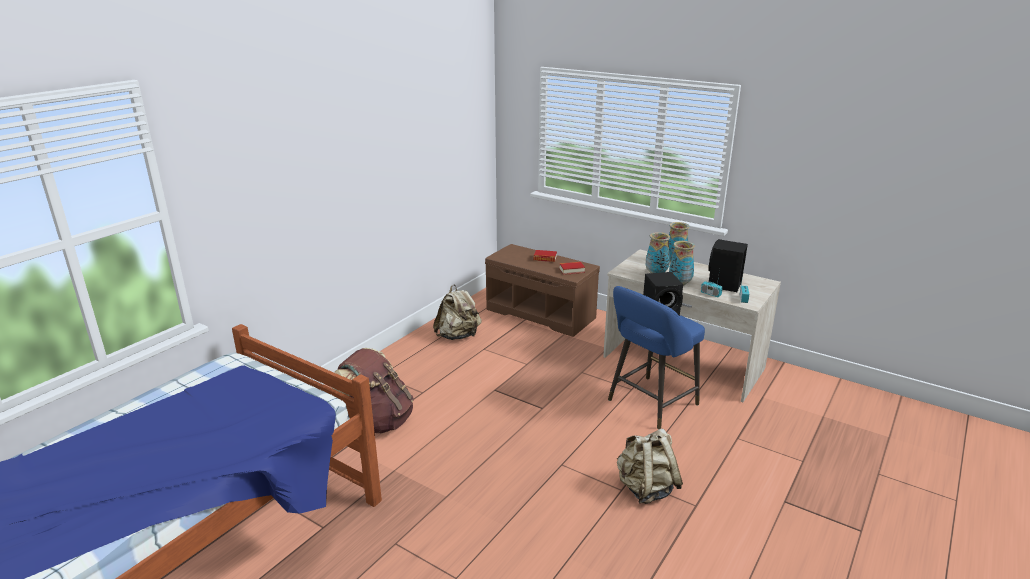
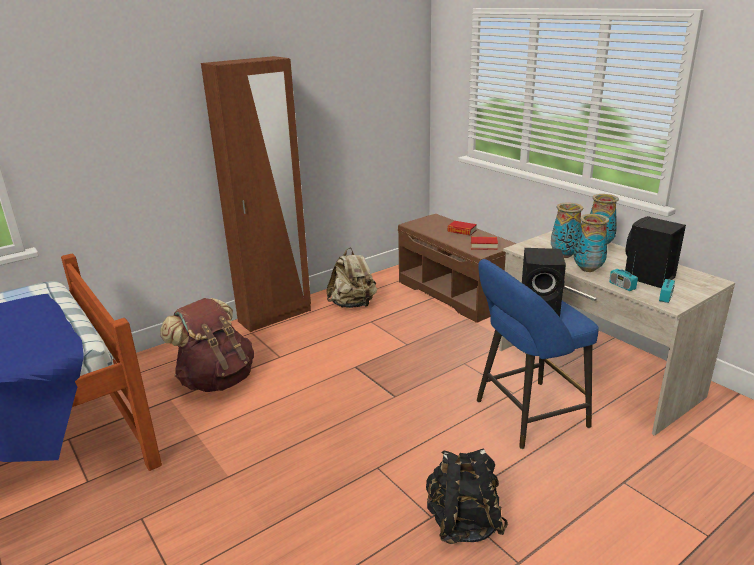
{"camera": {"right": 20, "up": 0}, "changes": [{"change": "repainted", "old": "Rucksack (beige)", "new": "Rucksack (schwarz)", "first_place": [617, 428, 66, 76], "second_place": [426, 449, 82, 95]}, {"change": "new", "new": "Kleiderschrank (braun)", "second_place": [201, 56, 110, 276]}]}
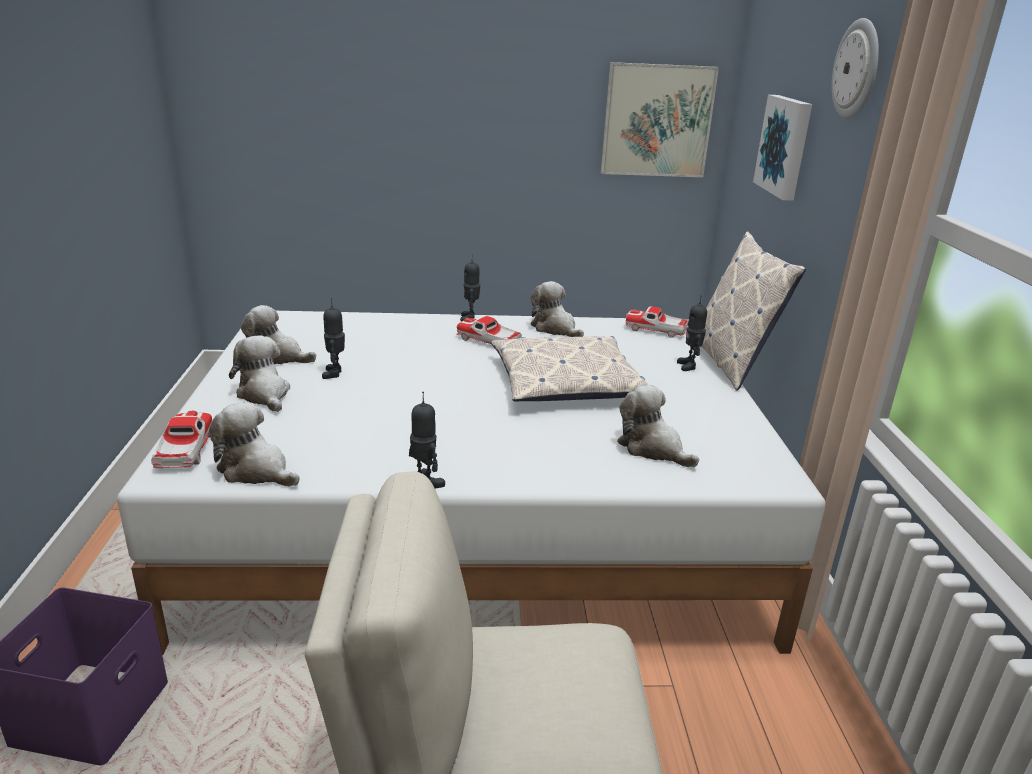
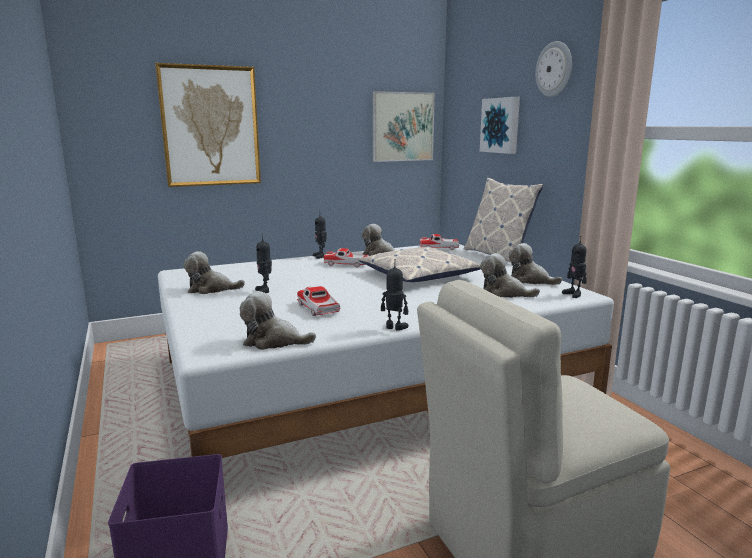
{"camera": {"right": -20, "up": -10}, "changes": [{"change": "shifted", "old": "Spielzeugauto", "first_place": [151, 411, 62, 57], "second_place": [297, 286, 43, 30]}, {"change": "shifted", "old": "Plüschtier", "first_place": [229, 335, 61, 77], "second_place": [509, 243, 53, 42]}, {"change": "shifted", "old": "Spielzeugroboter", "first_place": [677, 295, 30, 76], "second_place": [562, 236, 25, 62]}, {"change": "new", "new": "Bild", "second_place": [155, 63, 106, 124]}]}
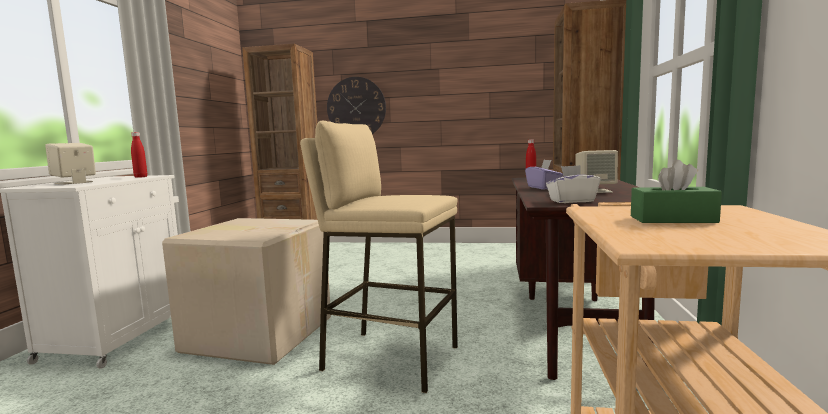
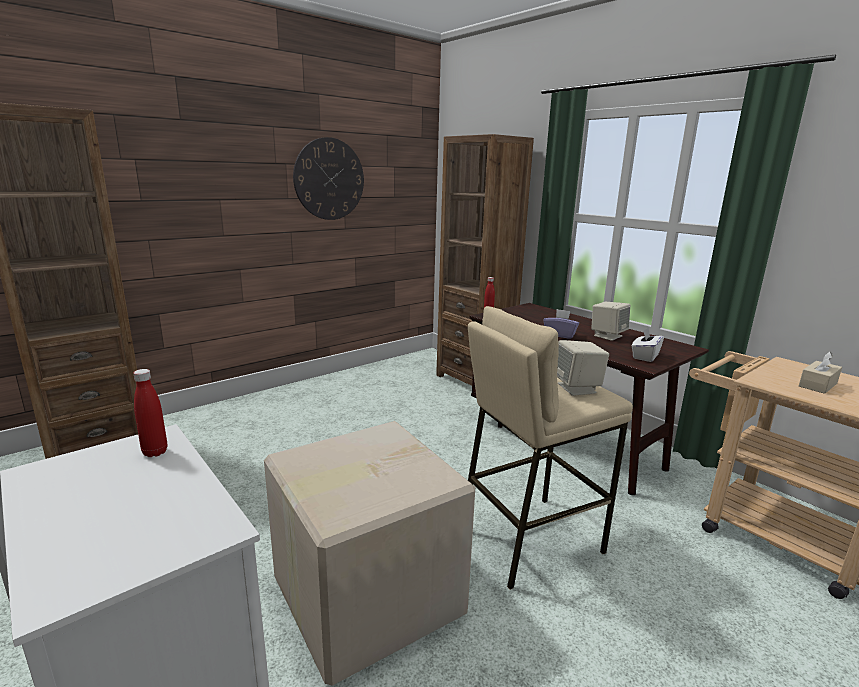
{"camera": {"right": -50, "up": 10}, "changes": [{"change": "shifted", "old": "Lautsprecher (beige)", "first_place": [45, 143, 51, 42], "second_place": [557, 340, 52, 56]}, {"change": "shifted", "old": "Wanduhr", "first_place": [327, 77, 59, 57], "second_place": [293, 137, 71, 83]}, {"change": "repainted", "old": "Taschentuchbox (grün)", "new": "Taschentuchbox (beige)", "first_place": [631, 159, 91, 64], "second_place": [799, 352, 43, 42]}]}
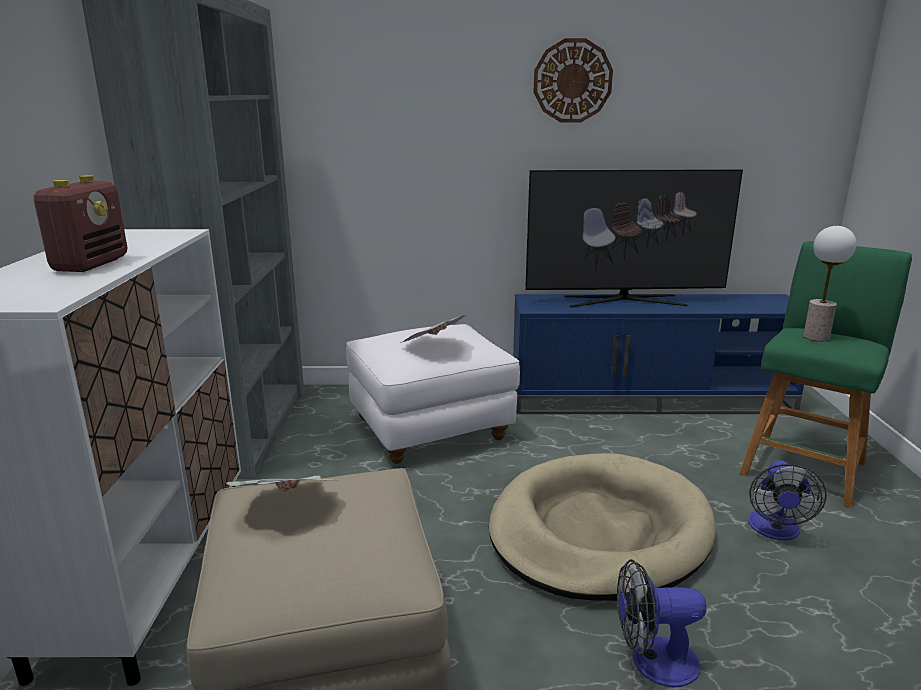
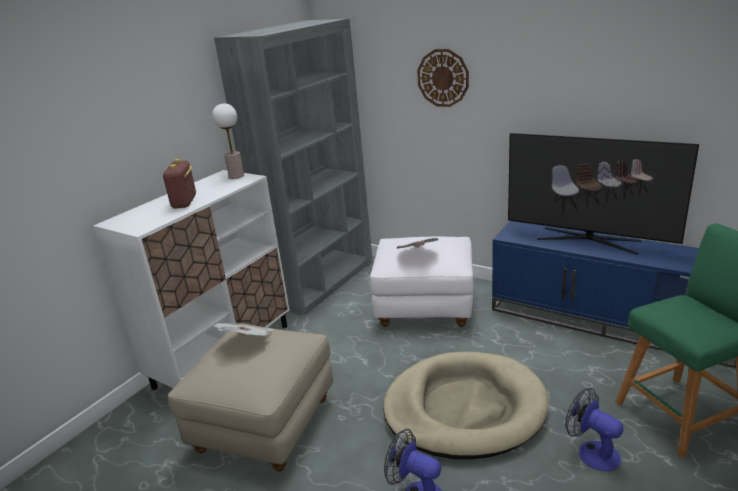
{"camera": {"right": 35, "up": 5}, "changes": [{"change": "rotated", "old": "Radio", "first_place": [34, 175, 93, 97], "second_place": [163, 159, 33, 50], "degrees": 135}, {"change": "shifted", "old": "Wanduhr", "first_place": [533, 38, 80, 84], "second_place": [417, 49, 52, 58]}, {"change": "rotated", "old": "Ventilator", "first_place": [748, 460, 79, 80], "second_place": [565, 388, 59, 83], "degrees": 90}, {"change": "shifted", "old": "Tischlampe", "first_place": [803, 226, 53, 115], "second_place": [212, 103, 32, 76]}]}
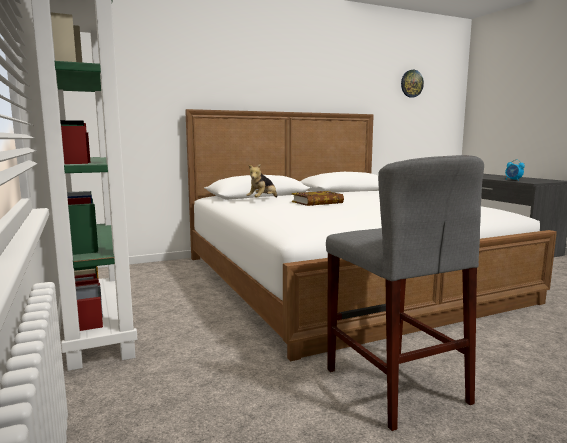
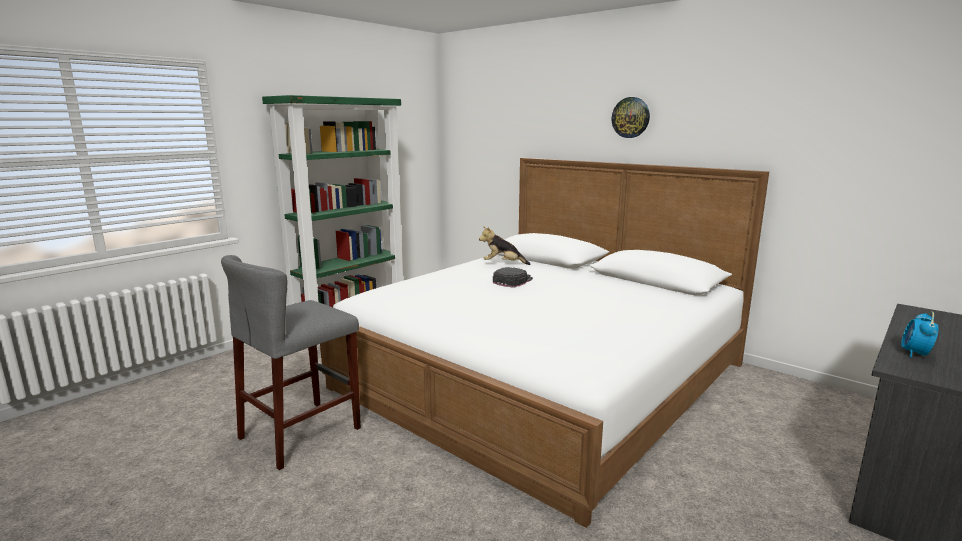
{"camera": {"right": 65, "up": 5}, "changes": [{"change": "swapped", "old": "Buch", "new": "Kappe (schwarz)", "first_place": [292, 191, 52, 15], "second_place": [493, 267, 40, 21]}, {"change": "shifted", "old": "Wanduhr", "first_place": [401, 70, 23, 28], "second_place": [612, 97, 38, 41]}]}
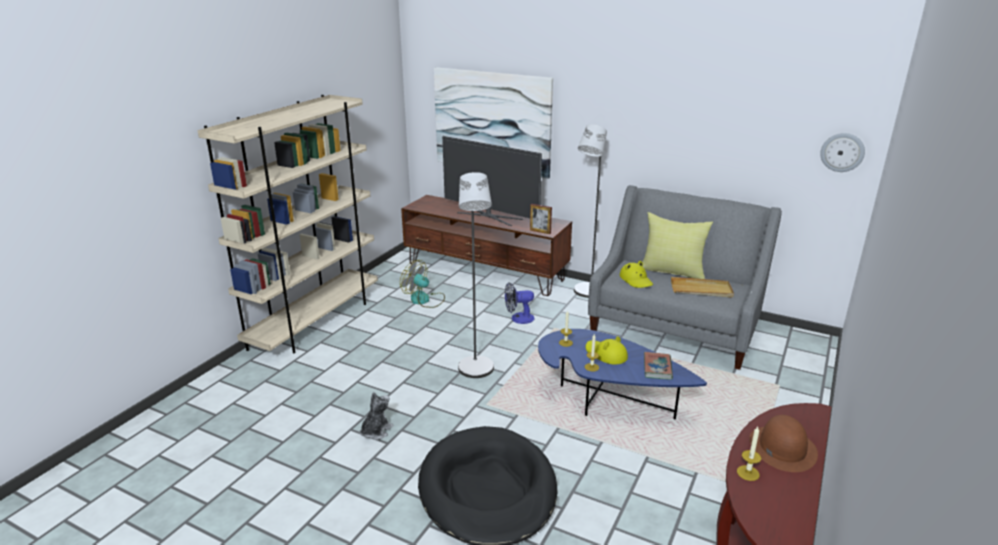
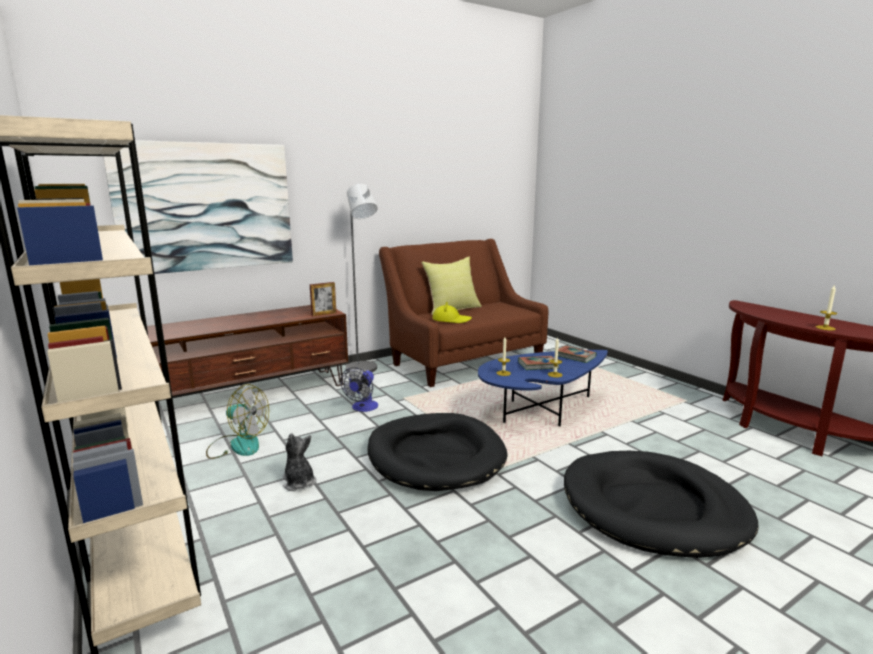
{"camera": {"right": -60, "up": -10}, "changes": [{"change": "shifted", "old": "Plüschtier", "first_place": [360, 392, 34, 48], "second_place": [282, 433, 34, 58]}, {"change": "rotated", "old": "Ventilator", "first_place": [400, 260, 45, 48], "second_place": [206, 384, 63, 75], "degrees": -135}, {"change": "gone", "old": "Fernseher", "first_place": [442, 136, 100, 90]}, {"change": "swapped", "old": "Stehlampe (grau)", "new": "Hundebett (schwarz)", "first_place": [458, 172, 36, 206], "second_place": [367, 413, 141, 78]}, {"change": "swapped", "old": "Hut (gelb)", "new": "Buch", "first_place": [586, 336, 42, 29], "second_place": [518, 356, 42, 14]}, {"change": "repainted", "old": "Sofa (grau)", "new": "Sofa (braun)", "first_place": [588, 185, 194, 185], "second_place": [379, 239, 169, 148]}, {"change": "gone", "old": "Tablett (beige)", "first_place": [671, 277, 63, 21]}, {"change": "gone", "old": "Hut (braun)", "first_place": [749, 415, 69, 57]}, {"change": "gone", "old": "Wanduhr", "first_place": [821, 133, 44, 39]}]}
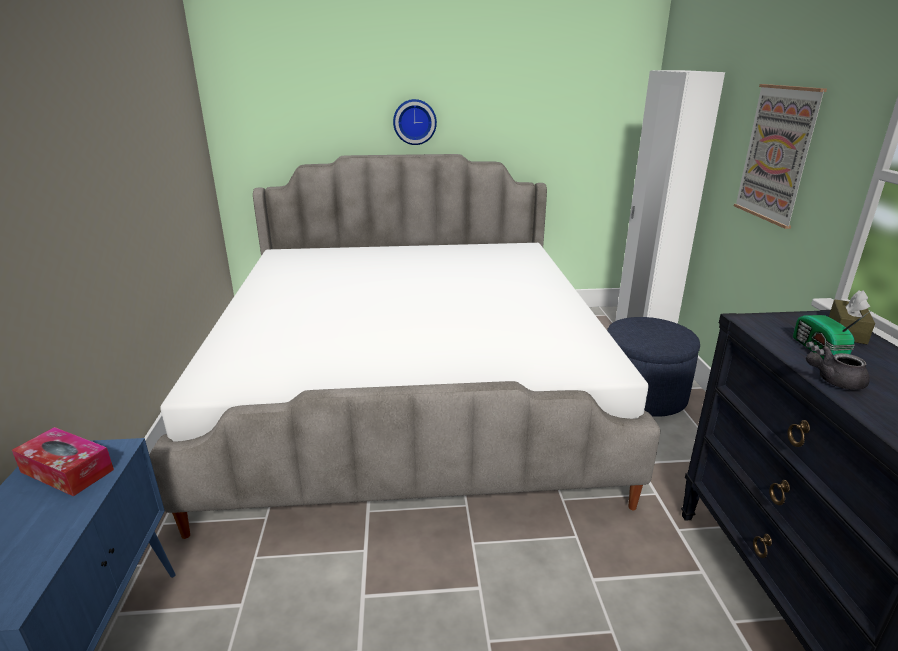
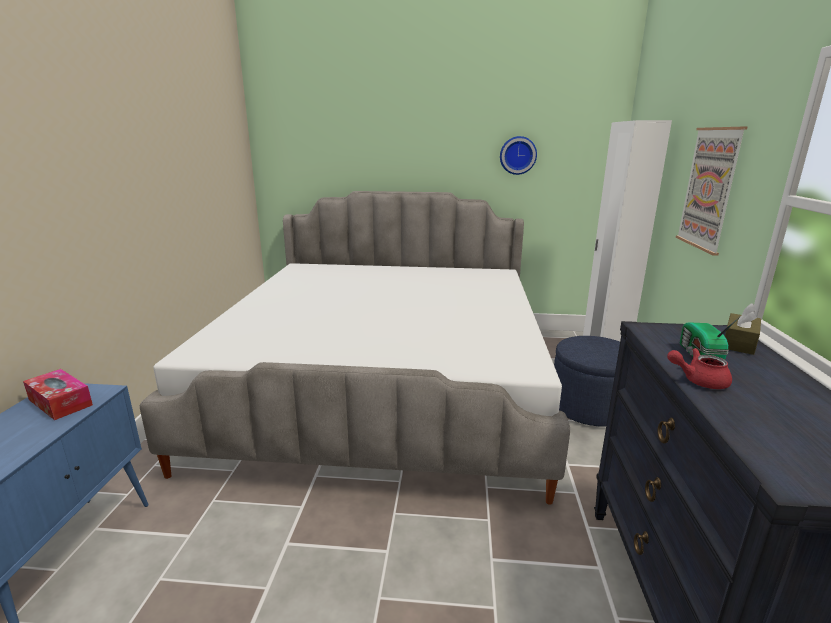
{"camera": {"right": 10, "up": -5}, "changes": [{"change": "shifted", "old": "Wanduhr", "first_place": [393, 99, 44, 46], "second_place": [500, 136, 37, 39]}, {"change": "repainted", "old": "Teekanne (grau)", "new": "Teekanne (rot)", "first_place": [806, 346, 64, 44], "second_place": [667, 348, 65, 41]}]}
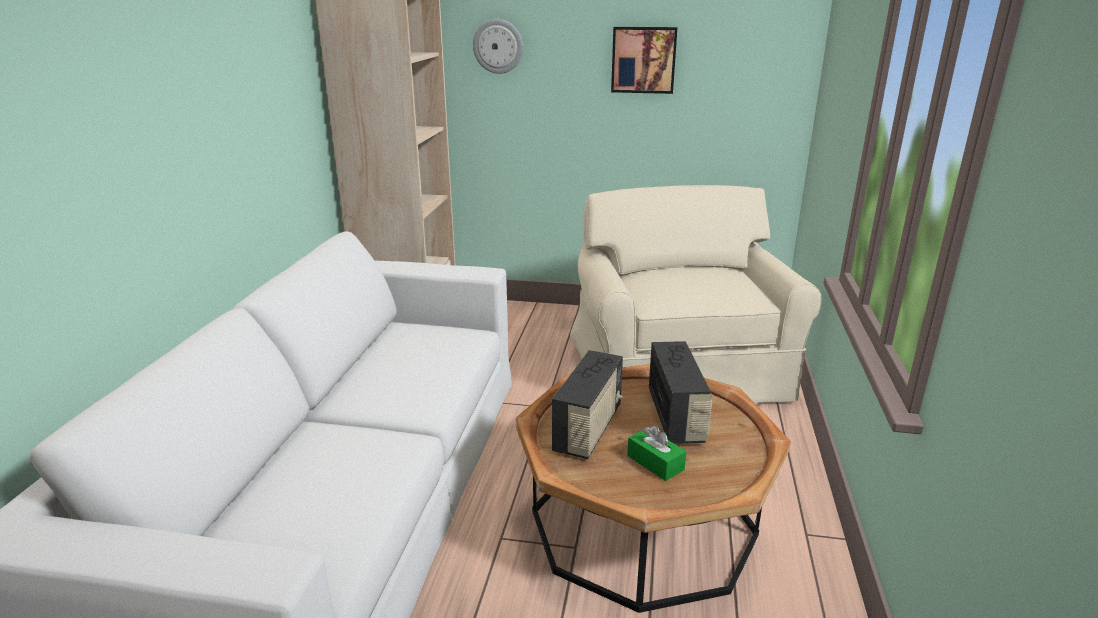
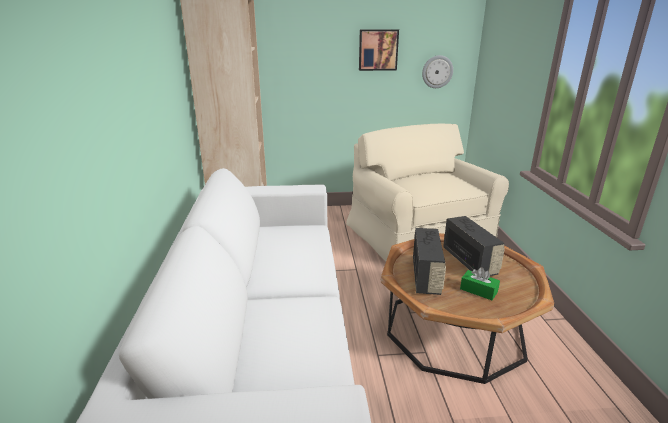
{"camera": {"right": -15, "up": 0}, "changes": [{"change": "shifted", "old": "Wanduhr", "first_place": [473, 19, 50, 55], "second_place": [422, 55, 31, 33]}]}
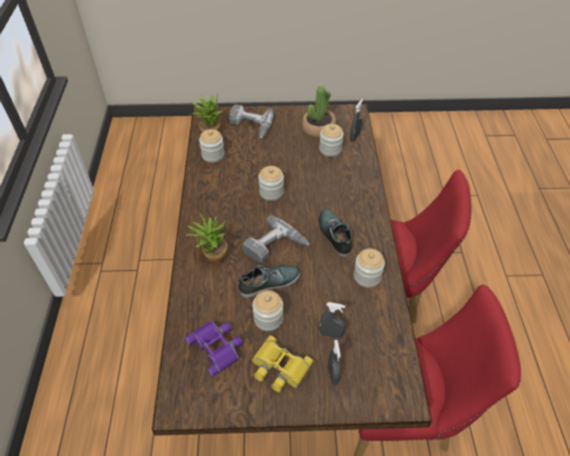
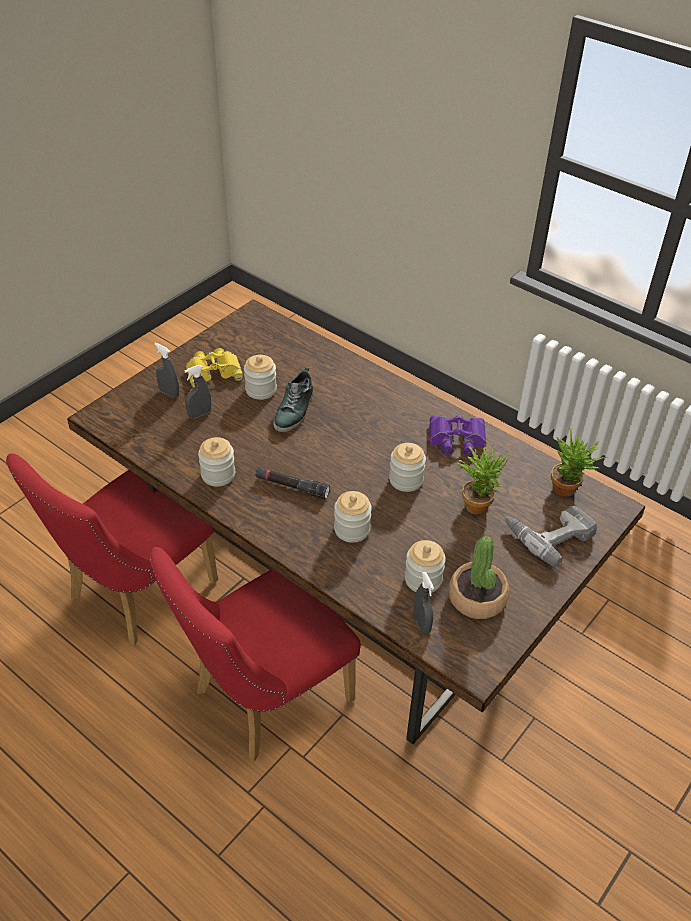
{"camera": {"right": 130, "up": -5}, "changes": [{"change": "shifted", "old": "Fernglas (lila)", "first_place": [185, 321, 58, 56], "second_place": [429, 415, 57, 41]}, {"change": "shifted", "old": "Topfpflanze", "first_place": [186, 213, 41, 51], "second_place": [458, 445, 51, 69]}, {"change": "shifted", "old": "Vorratsglas", "first_place": [199, 129, 25, 34], "second_place": [334, 491, 38, 52]}, {"change": "gone", "old": "Bohrmaschine", "first_place": [242, 215, 67, 48]}, {"change": "swapped", "old": "Schuh", "new": "Taschenlampe (schwarz)", "first_place": [319, 209, 33, 49], "second_place": [255, 467, 75, 32]}]}
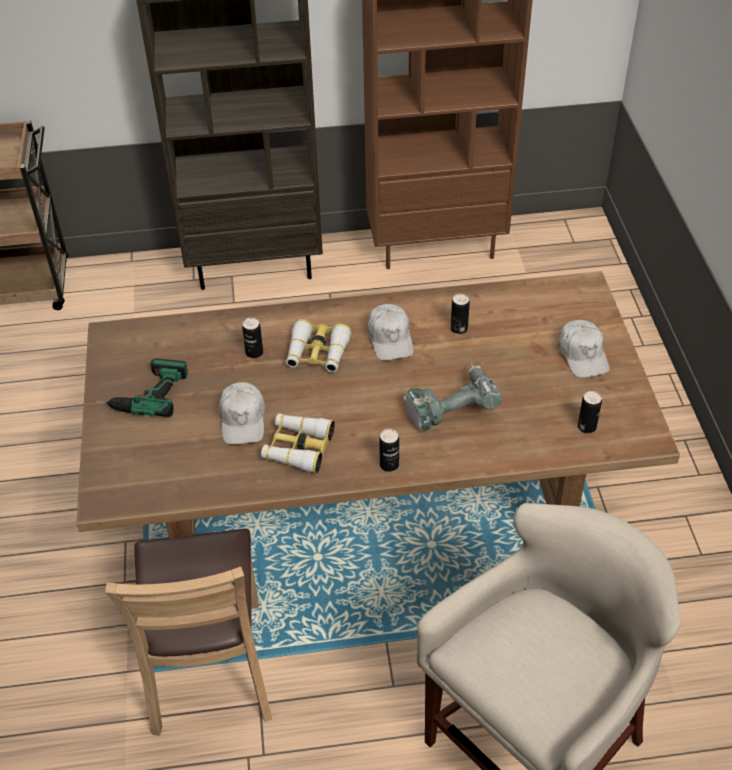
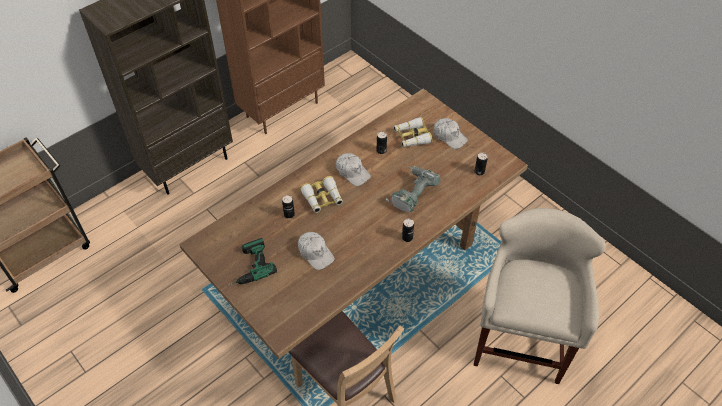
{"camera": {"right": -35, "up": 5}, "changes": [{"change": "shifted", "old": "Fernglas", "first_place": [261, 413, 74, 61], "second_place": [393, 117, 40, 31]}]}
